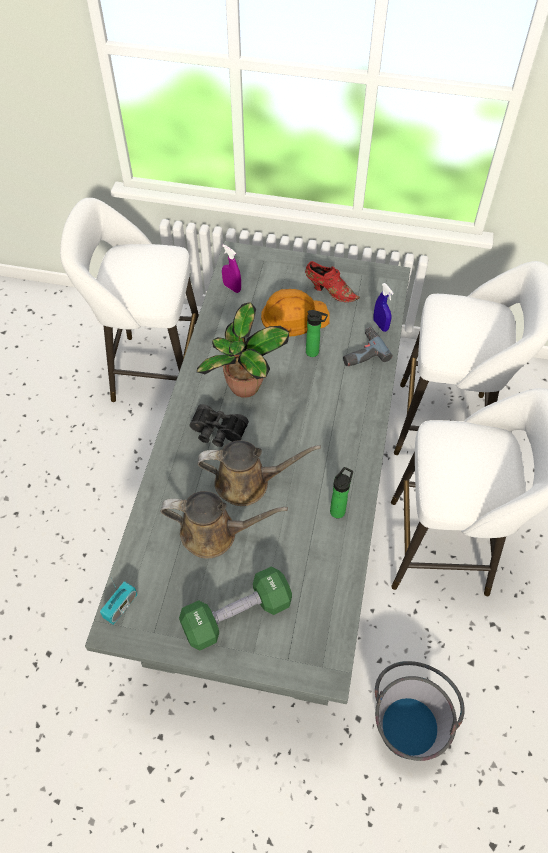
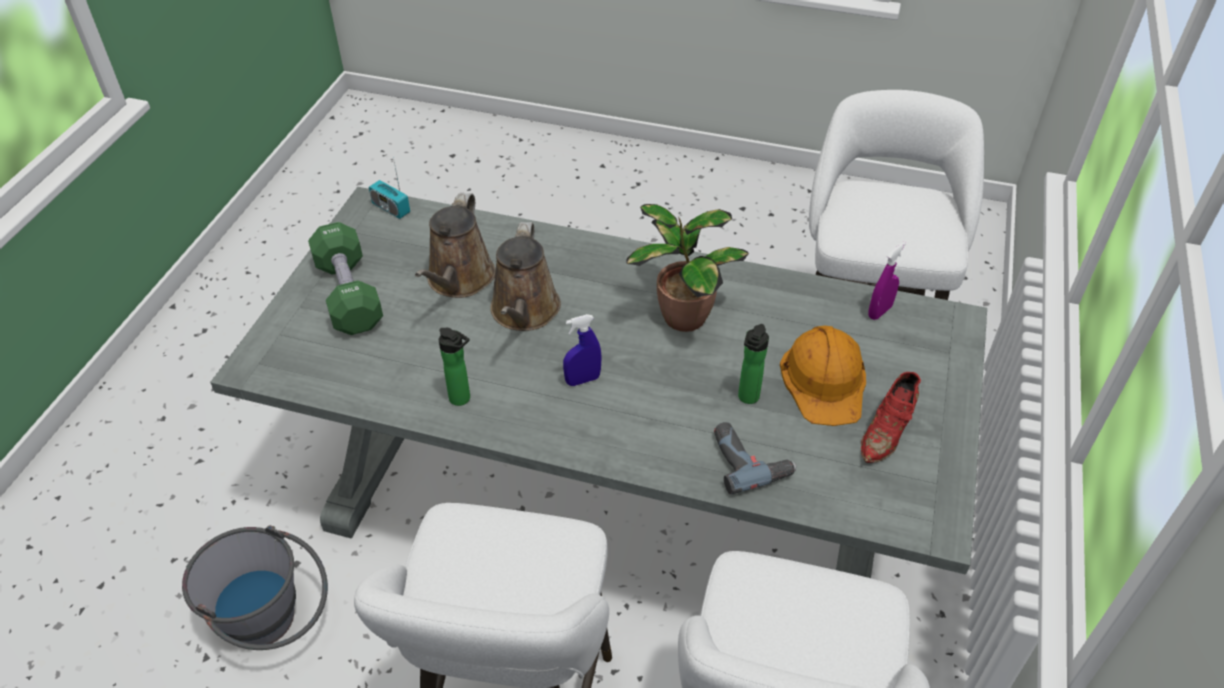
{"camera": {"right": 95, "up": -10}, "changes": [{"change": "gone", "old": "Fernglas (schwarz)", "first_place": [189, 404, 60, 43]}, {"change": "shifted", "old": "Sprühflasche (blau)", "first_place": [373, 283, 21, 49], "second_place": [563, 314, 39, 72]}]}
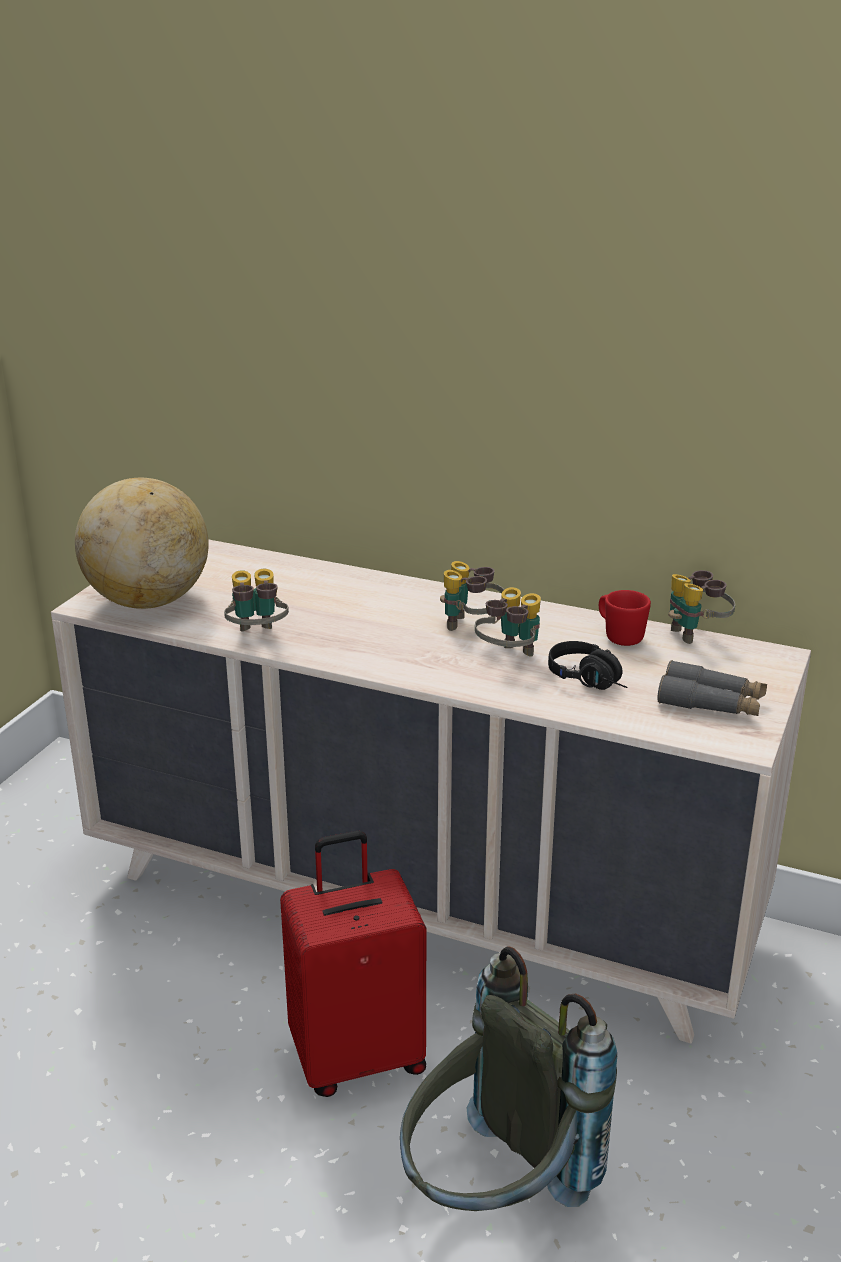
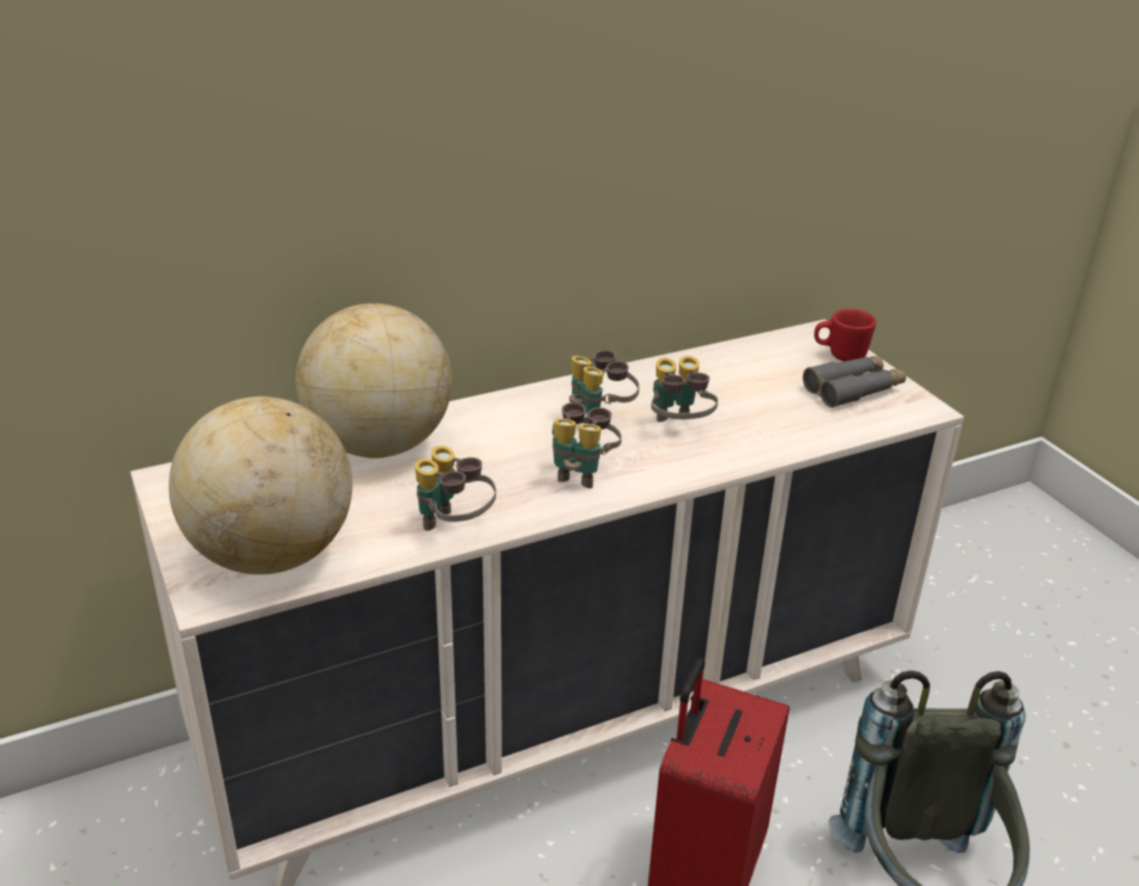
{"camera": {"right": -50, "up": 5}, "changes": [{"change": "gone", "old": "Kopfhörer (schwarz)", "first_place": [548, 641, 79, 49]}, {"change": "shifted", "old": "Henkelbecher (rot)", "first_place": [599, 590, 52, 56], "second_place": [814, 309, 62, 52]}, {"change": "shifted", "old": "Fernglas", "first_place": [668, 570, 67, 74], "second_place": [552, 402, 70, 86]}, {"change": "new", "new": "Globus", "second_place": [295, 303, 157, 155]}]}
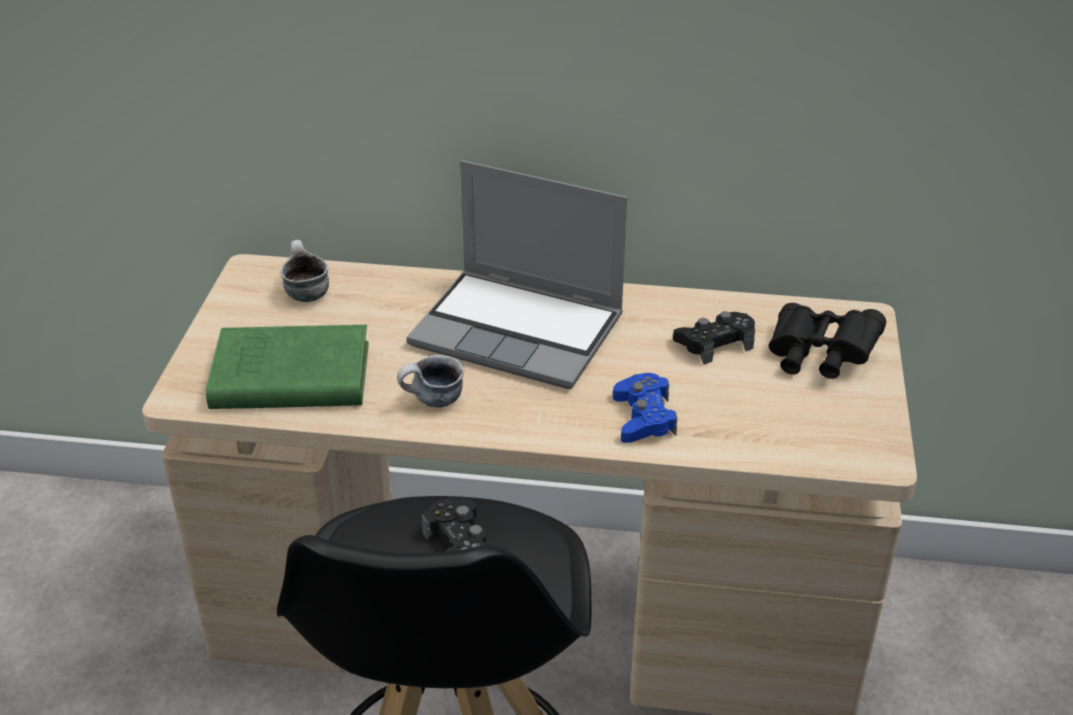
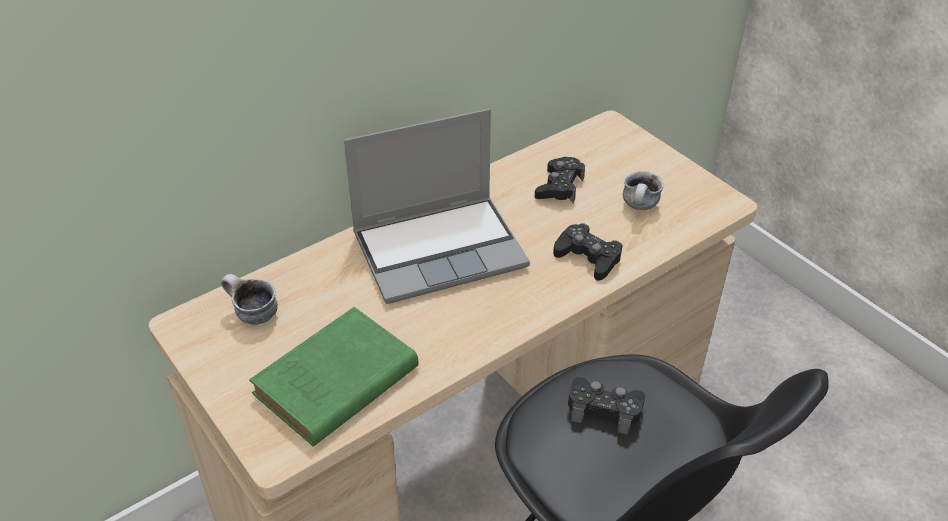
{"camera": {"right": -45, "up": 5}, "changes": [{"change": "shifted", "old": "Henkelbecher", "first_place": [397, 355, 67, 53], "second_place": [623, 171, 41, 39]}, {"change": "repainted", "old": "Gamepad (blau)", "new": "Gamepad (schwarz)", "first_place": [613, 373, 64, 70], "second_place": [553, 223, 70, 58]}, {"change": "gone", "old": "Fernglas (schwarz)", "first_place": [769, 303, 117, 76]}]}
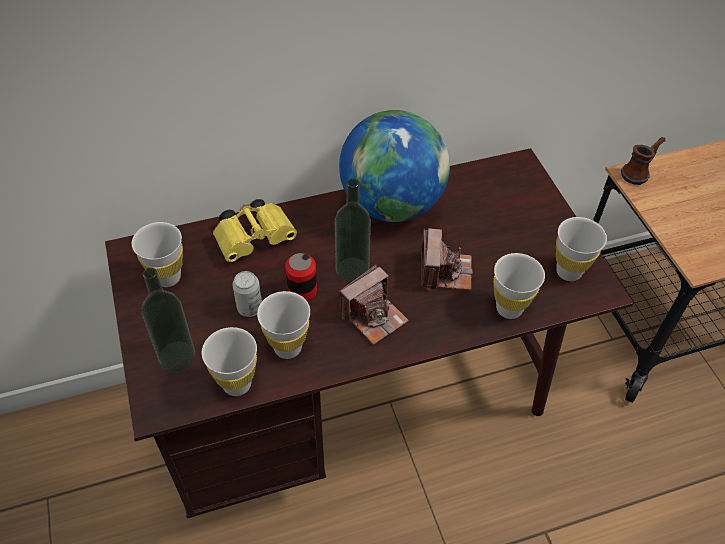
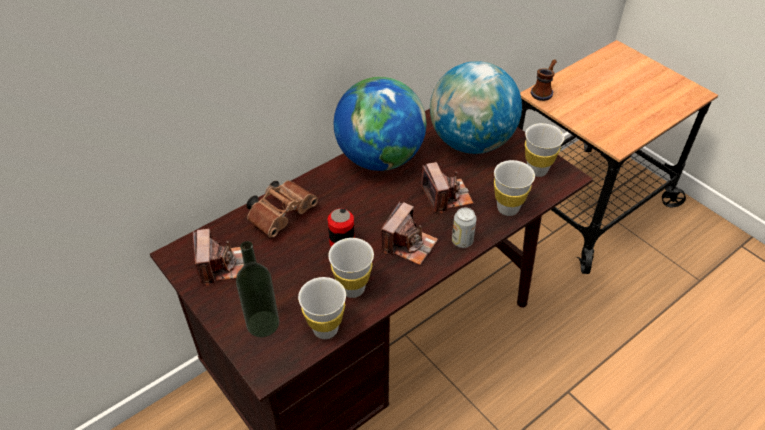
{"camera": {"right": -20, "up": -5}, "changes": [{"change": "swapped", "old": "Tasse (weiß)", "new": "Kamera", "first_place": [132, 222, 51, 65], "second_place": [193, 229, 51, 57]}, {"change": "repainted", "old": "Fernglas (gelb)", "new": "Fernglas (braun)", "first_place": [213, 199, 84, 63], "second_place": [247, 180, 71, 58]}, {"change": "shifted", "old": "Dose", "first_place": [232, 271, 30, 46], "second_place": [452, 208, 25, 40]}, {"change": "gone", "old": "Flasche", "first_place": [335, 178, 36, 105]}, {"change": "new", "new": "Globus", "second_place": [430, 61, 92, 93]}]}
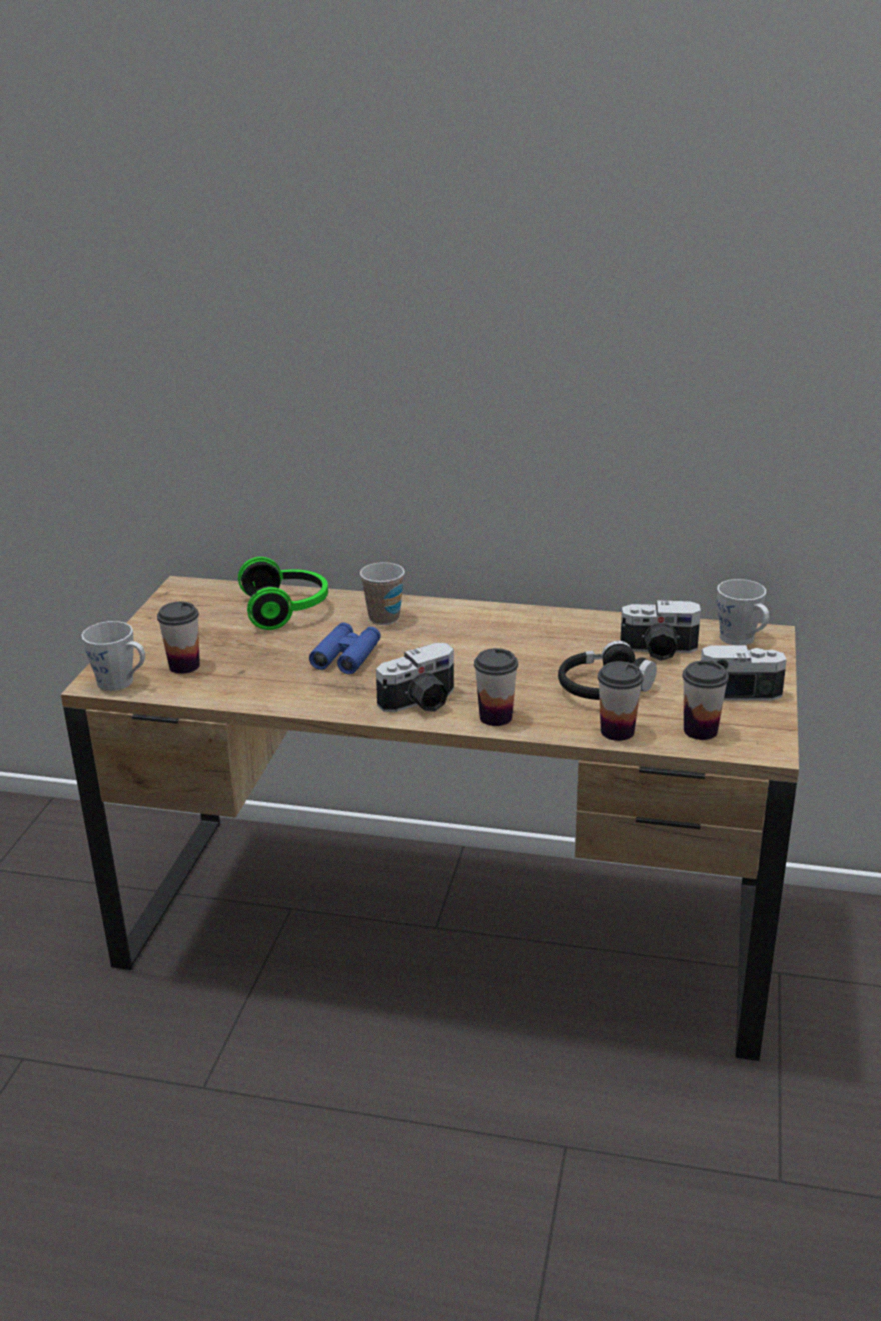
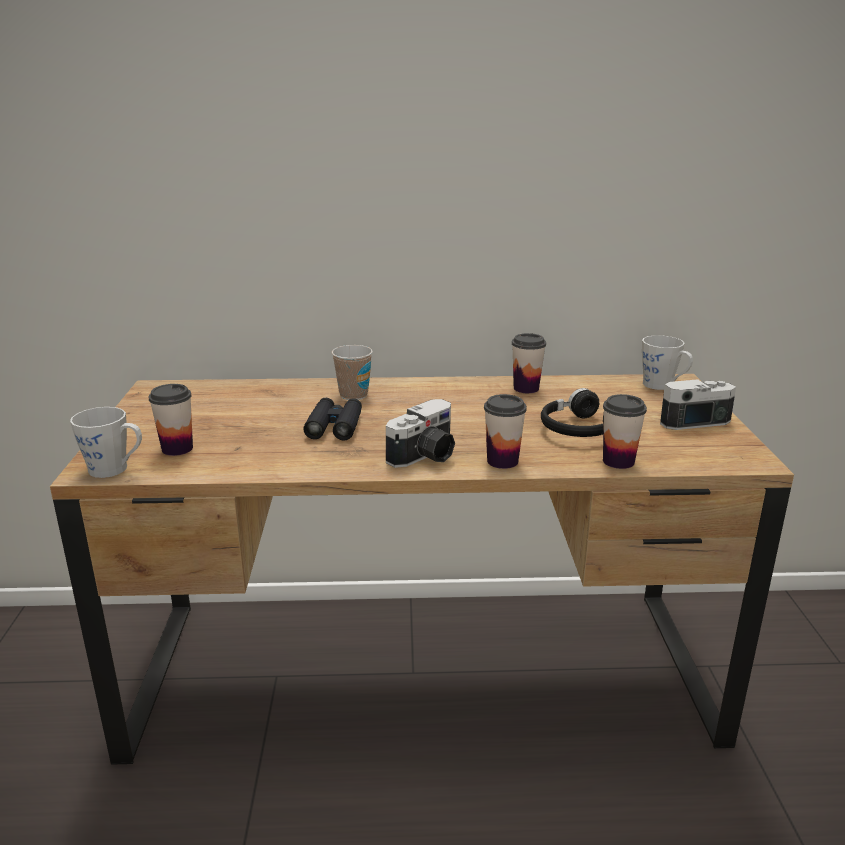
{"camera": {"right": -15, "up": -5}, "changes": [{"change": "gone", "old": "Kopfhörer", "first_place": [238, 557, 90, 73]}, {"change": "repainted", "old": "Fernglas (blau)", "new": "Fernglas (schwarz)", "first_place": [309, 623, 72, 51], "second_place": [303, 398, 59, 43]}, {"change": "gone", "old": "Kamera", "first_place": [620, 600, 81, 61]}, {"change": "shifted", "old": "Tasse", "first_place": [682, 660, 47, 80], "second_place": [512, 333, 34, 60]}]}
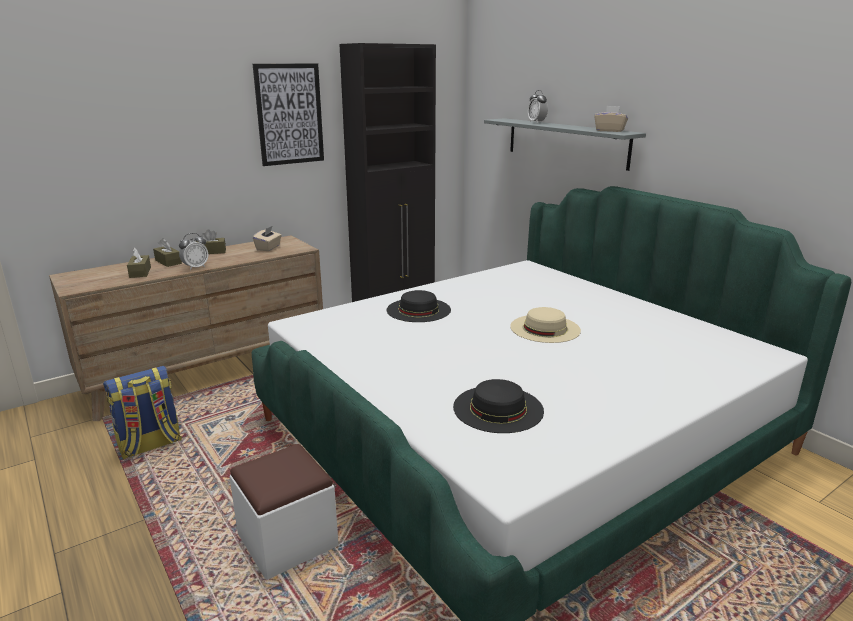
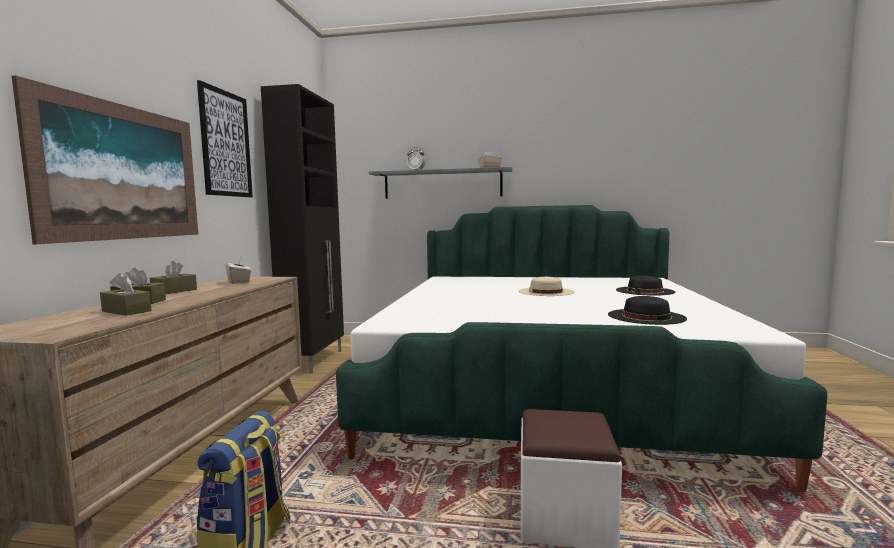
{"camera": {"right": -45, "up": -15}, "changes": [{"change": "gone", "old": "Wecker", "first_place": [179, 233, 29, 37]}, {"change": "shifted", "old": "Hut (schwarz)", "first_place": [387, 290, 64, 32], "second_place": [616, 276, 59, 20]}, {"change": "new", "new": "Bild", "second_place": [12, 75, 186, 169]}]}
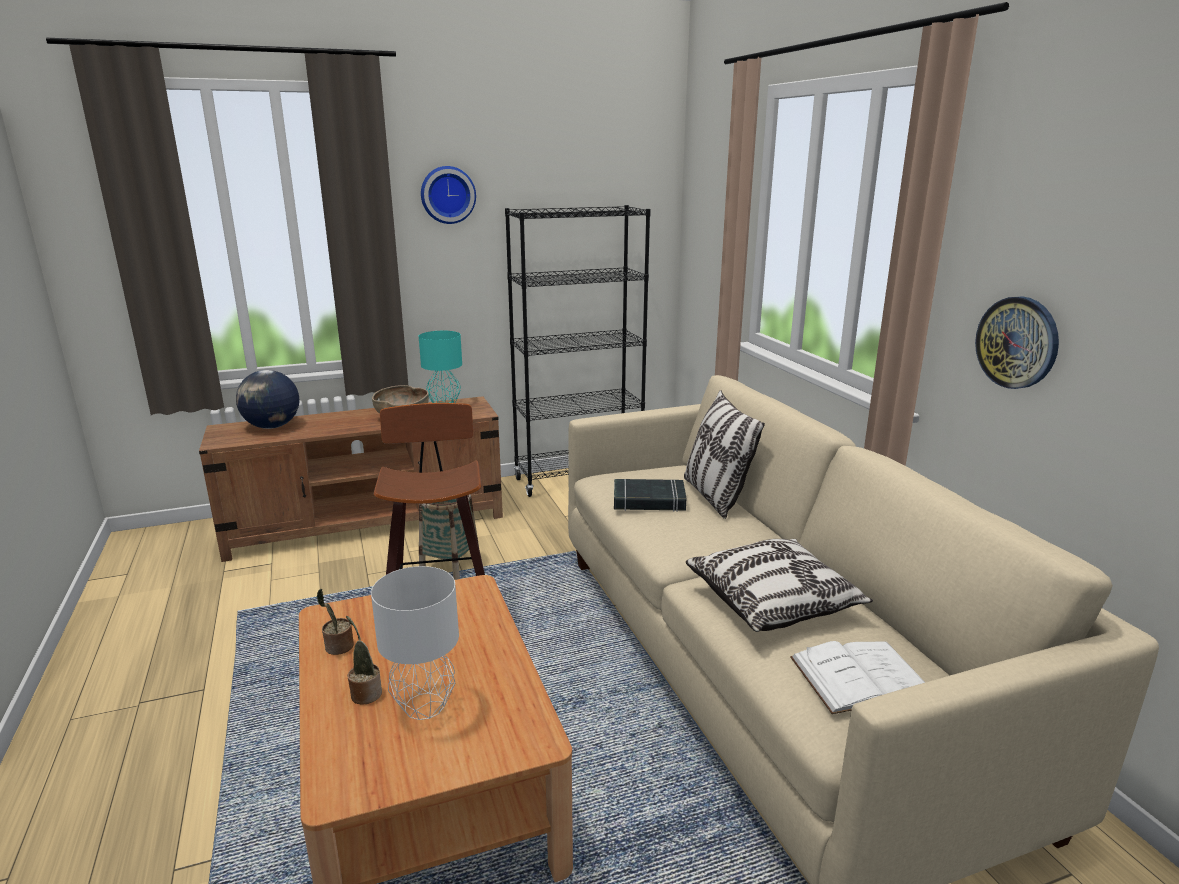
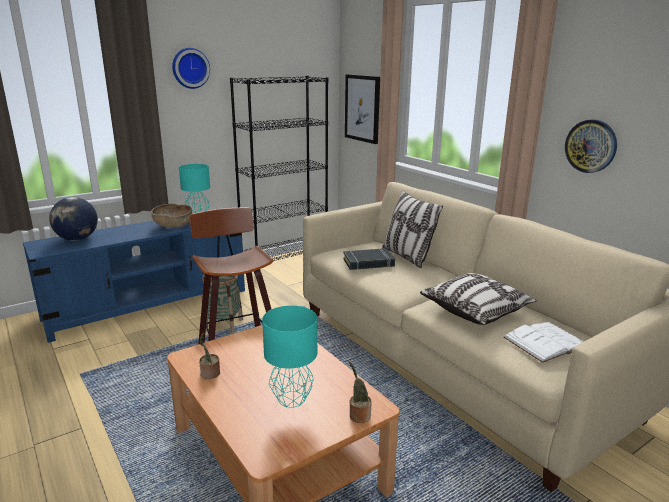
{"camera": {"right": -15, "up": 0}, "changes": [{"change": "repainted", "old": "Fernsehschrank (braun)", "new": "Fernsehschrank (blau)", "first_place": [199, 396, 304, 166], "second_place": [23, 221, 222, 122]}, {"change": "shifted", "old": "Topfpflanze", "first_place": [346, 616, 36, 89], "second_place": [349, 362, 23, 61]}, {"change": "repainted", "old": "Tischlampe (weiß)", "new": "Tischlampe (türkis)", "first_place": [371, 566, 88, 154], "second_place": [262, 305, 55, 103]}, {"change": "new", "new": "Bild", "second_place": [345, 74, 35, 70]}]}
